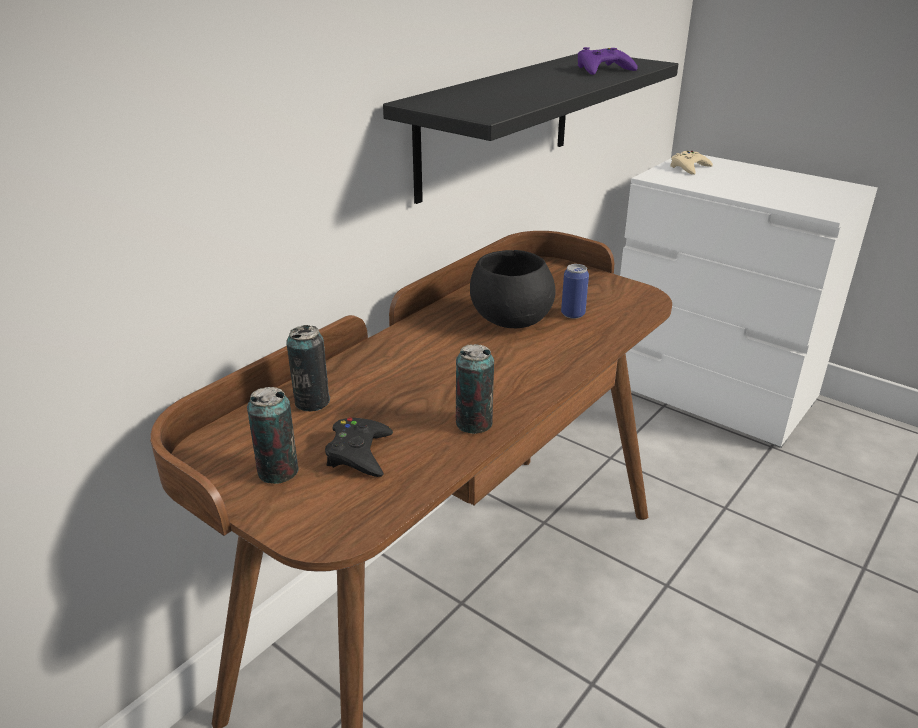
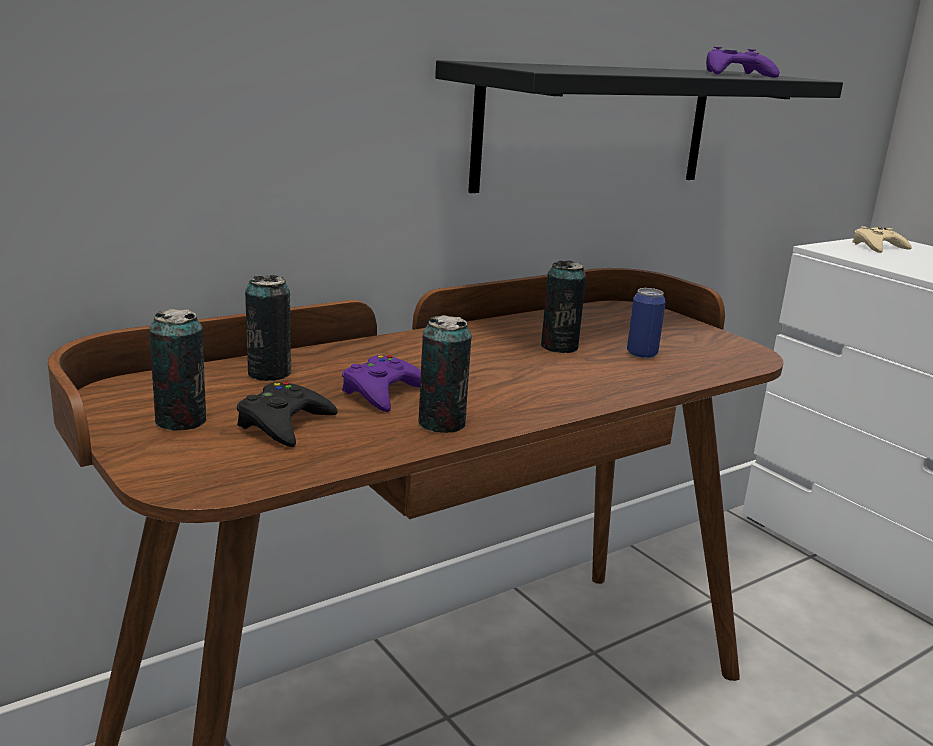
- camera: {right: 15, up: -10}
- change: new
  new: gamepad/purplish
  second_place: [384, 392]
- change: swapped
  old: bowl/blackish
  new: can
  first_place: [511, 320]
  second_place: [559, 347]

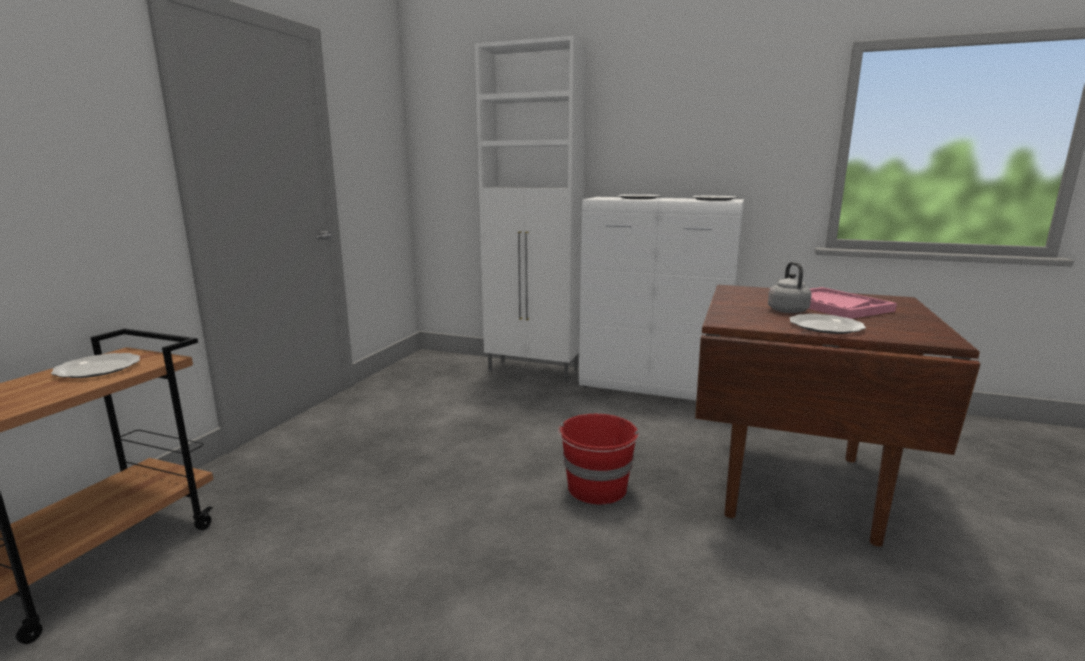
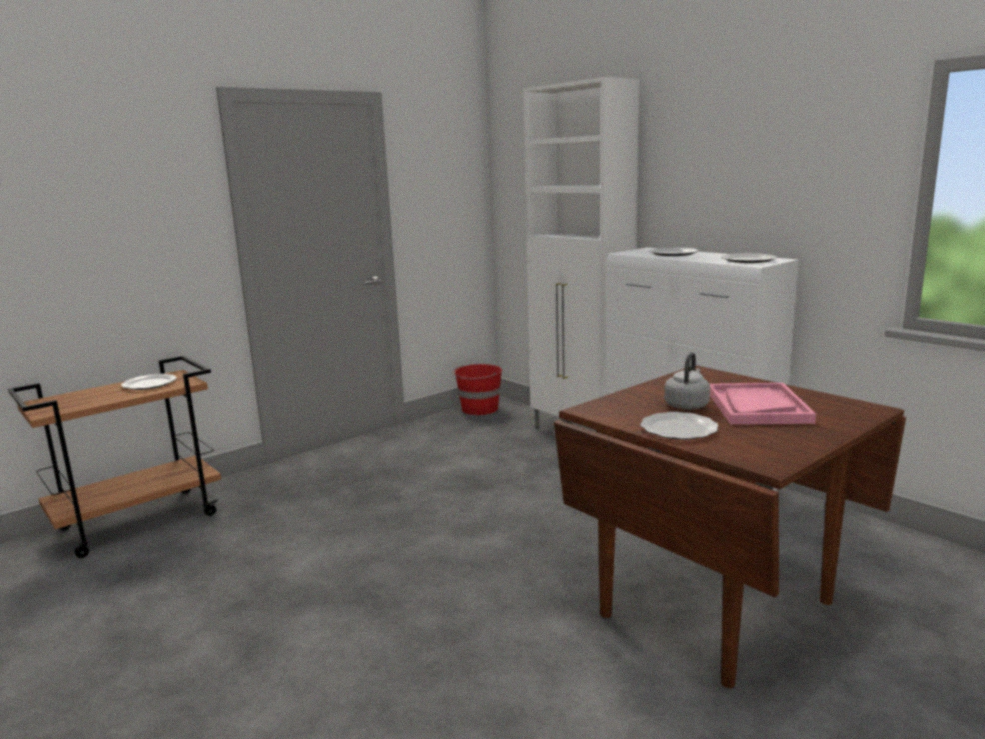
- camera: {right: 30, up: 0}
- change: shifted
  old: bucket/reddish
  first_place: [597, 488]
  second_place: [479, 409]

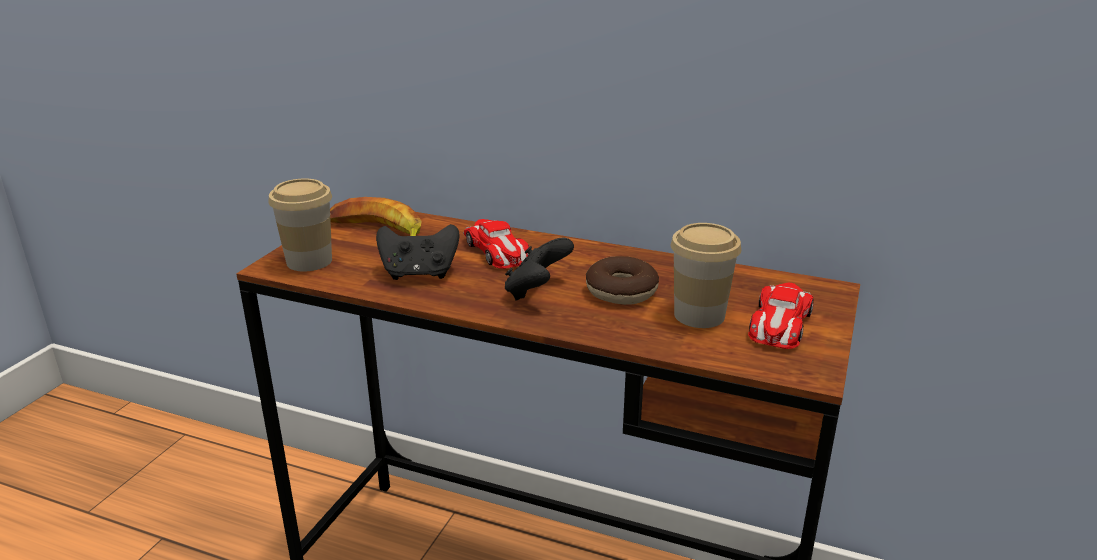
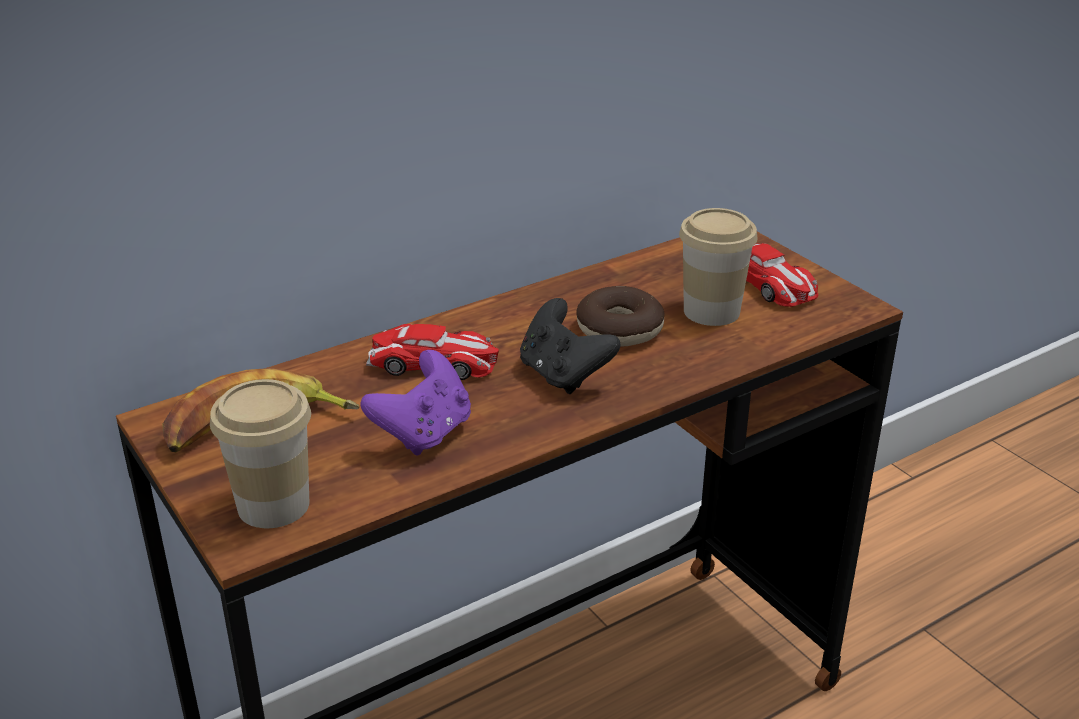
- camera: {right: -55, up: 5}
- change: repainted
  old: gamepad/blackish
  new: gamepad/purplish
  first_place: [419, 274]
  second_place: [424, 433]

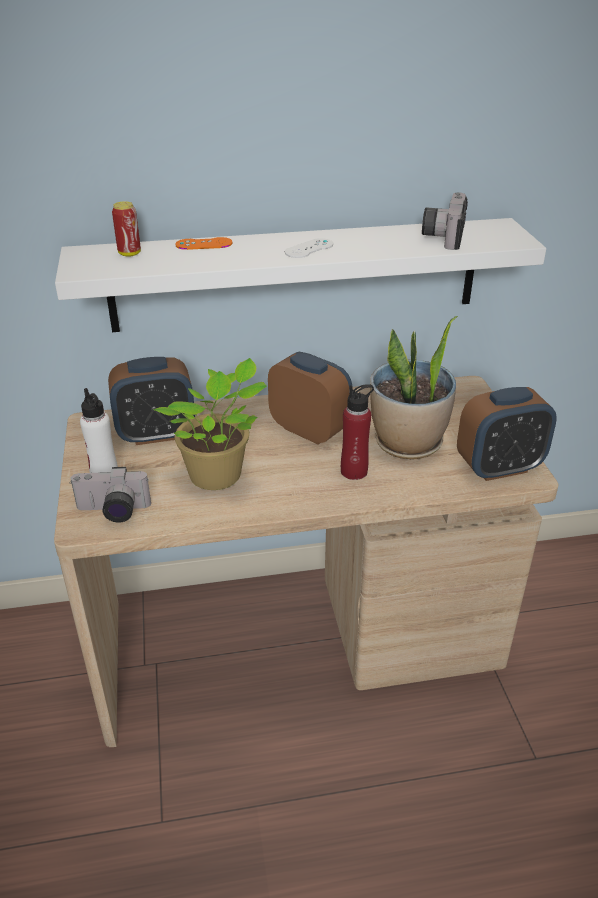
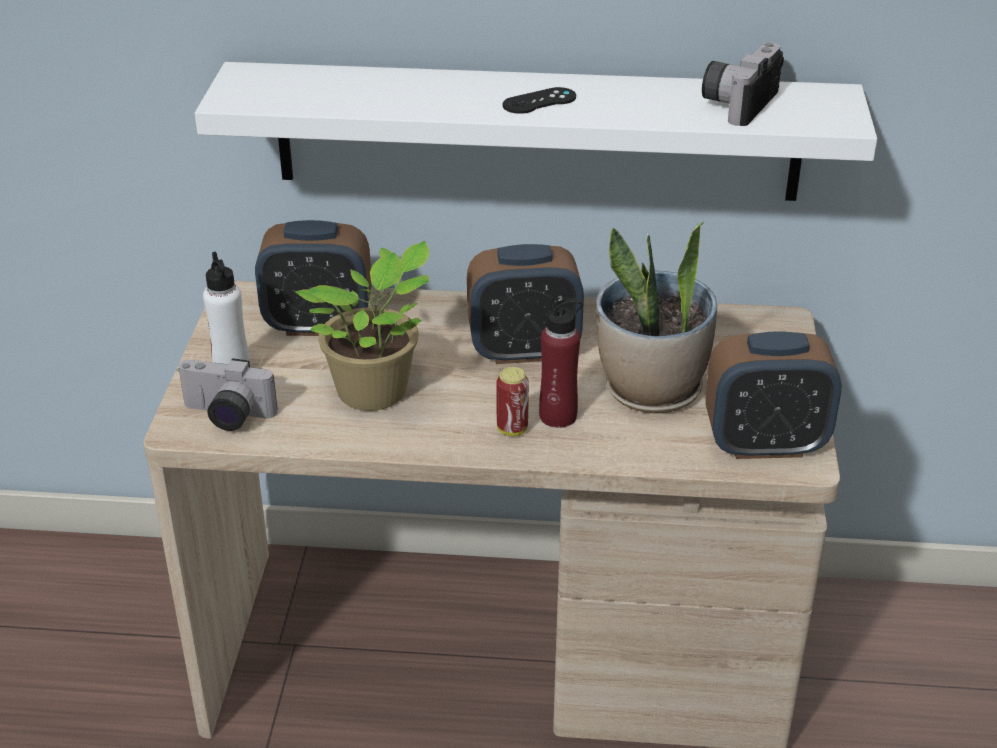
- camera: {right: 15, up: 0}
- change: rotated
  old: bedside clock
  first_place: [309, 430]
  second_place: [524, 350]
  degrees: 120
- change: shifted
  old: can
  first_place: [129, 254]
  second_place: [512, 429]
- change: repainted
  old: gamepad/white-coloured
  new: gamepad/blackish
  first_place: [309, 248]
  second_place: [539, 101]
- change: gone
  old: gamepad/orange
  first_place: [204, 244]

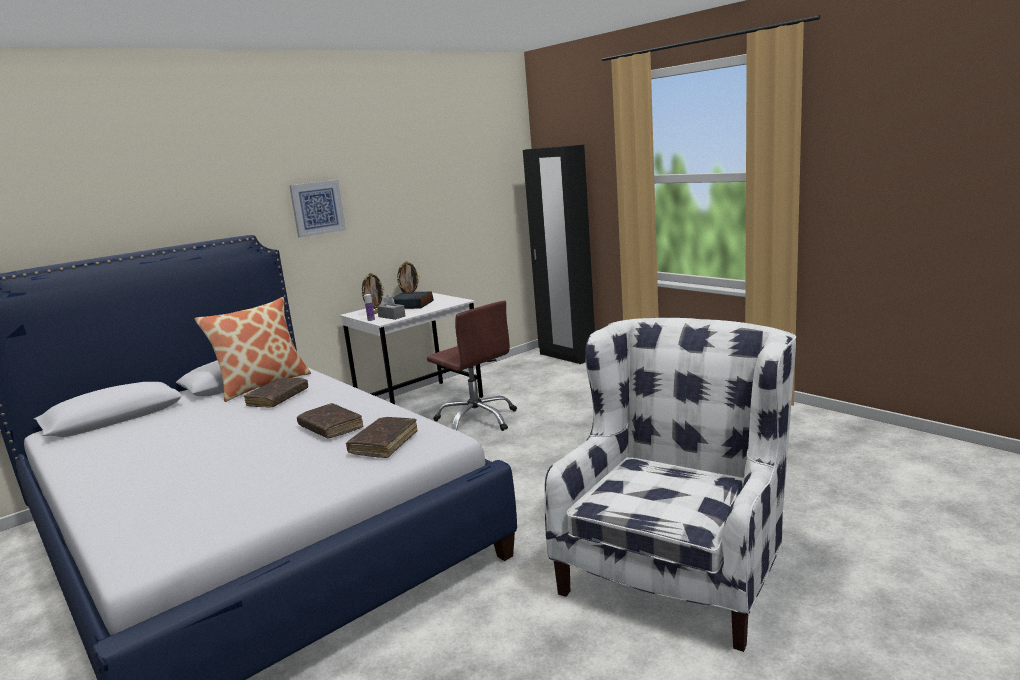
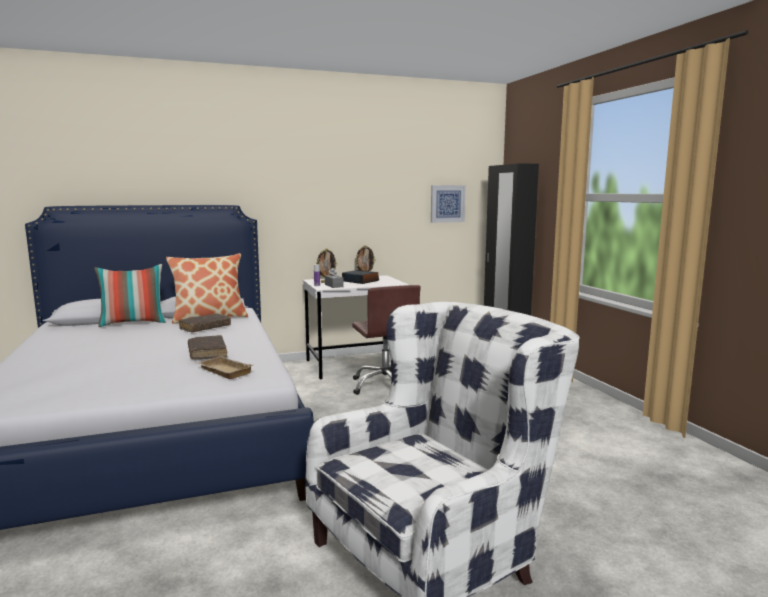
- camera: {right: 20, up: -5}
- change: new
  new: pillow
  second_place: [133, 323]
- change: swapped
  old: bound book/brown
  new: serving tray/beige
  first_place: [384, 444]
  second_place: [223, 371]
- change: shifted
  old: wall picture
  first_place: [317, 208]
  second_place: [447, 203]

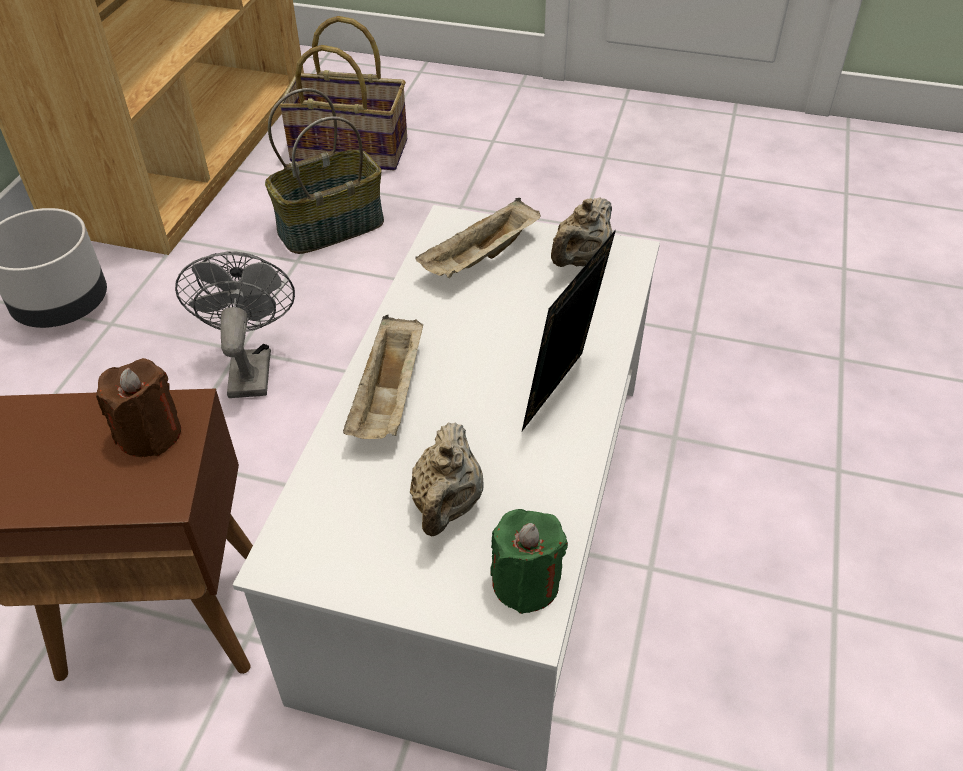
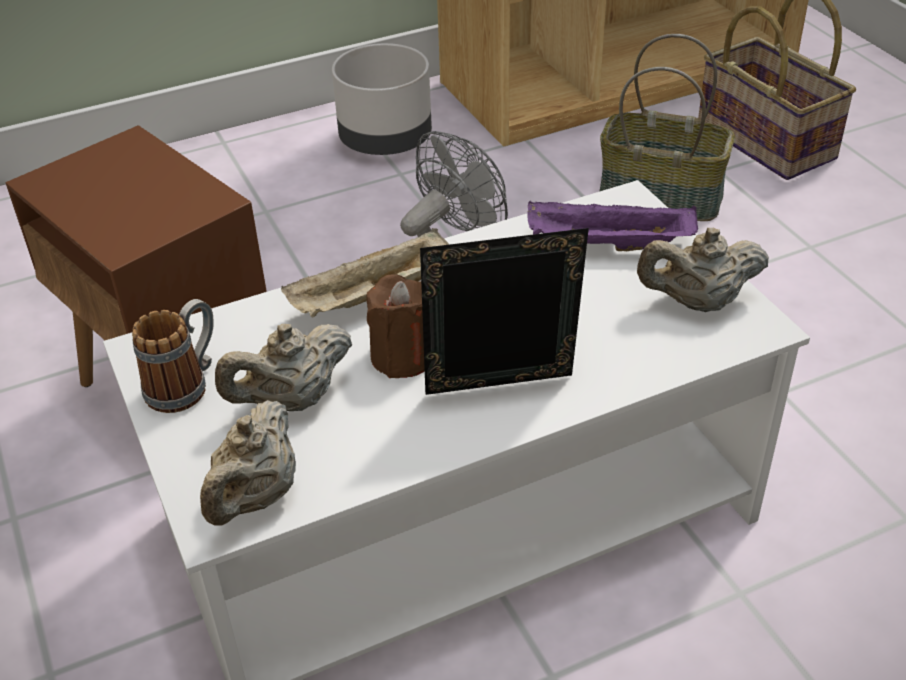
- camera: {right: 50, up: -5}
- change: new
  new: mug
  second_place: [186, 384]
- change: swapped
  old: wax light/green-coloured
  new: teapot/beige
  first_place: [526, 583]
  second_place: [256, 497]
- change: shifted
  old: wax light/brown
  first_place: [150, 434]
  second_place: [403, 356]
- change: repainted
  old: serving tray/beige
  new: serving tray/purplish
  first_place: [480, 259]
  second_place: [607, 245]

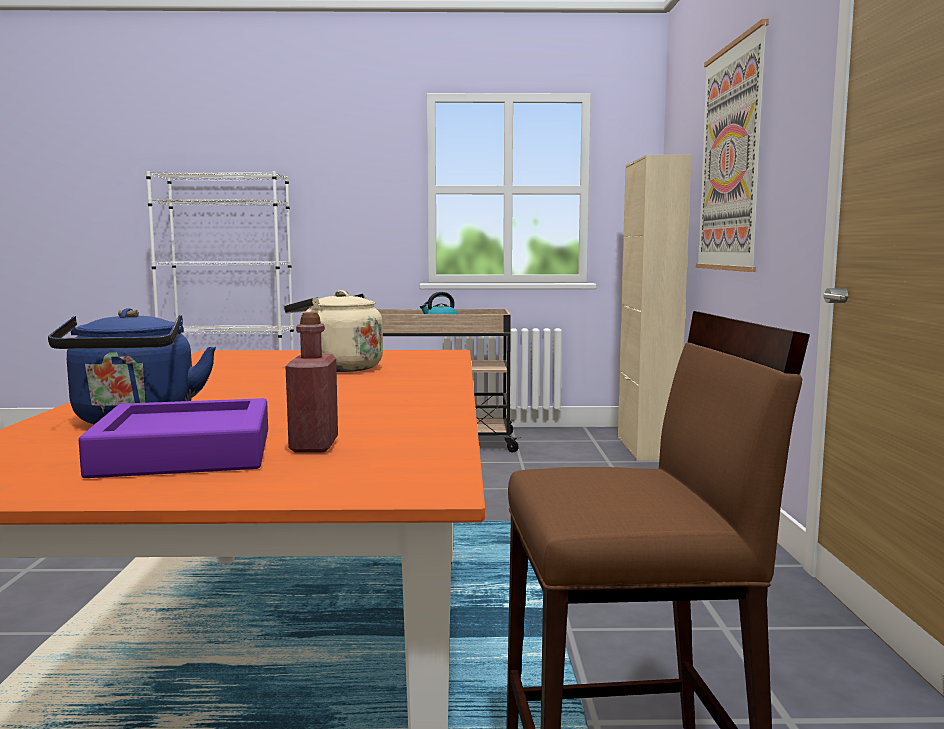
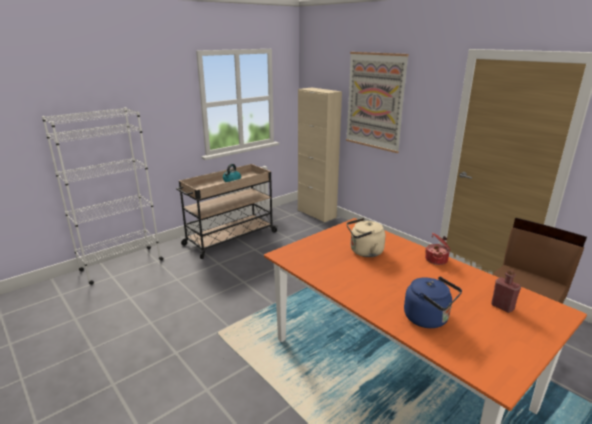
- camera: {right: -40, up: 15}
- change: new
  new: stockpot
  second_place: [437, 260]
- change: gone
  old: serving tray/purplish
  first_place: [185, 453]

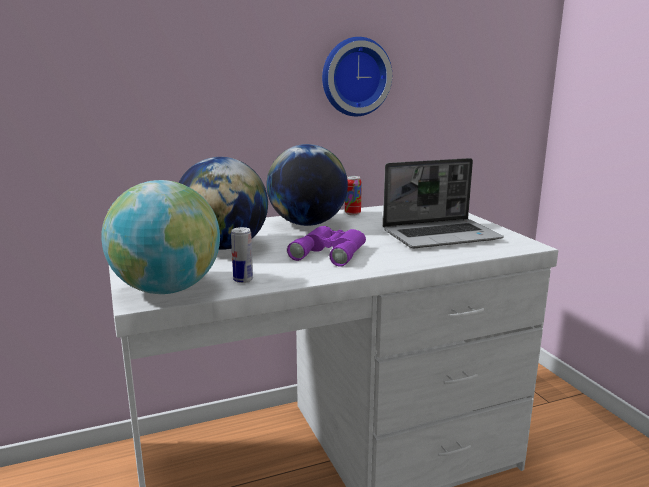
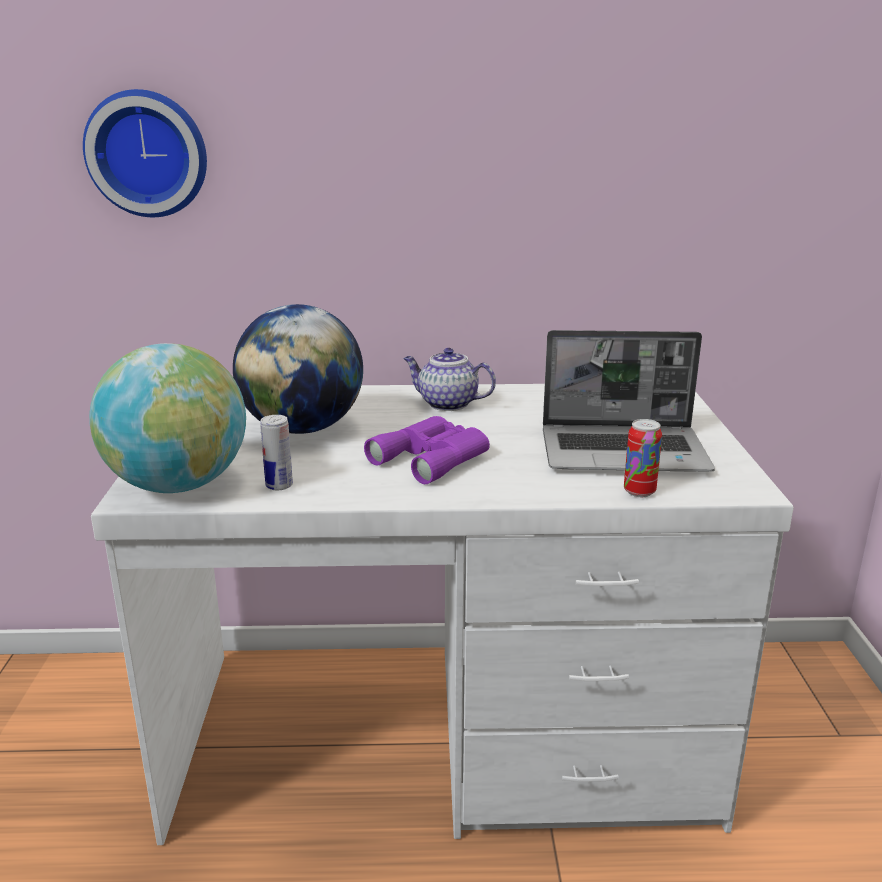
- camera: {right: 20, up: 5}
- change: shifted
  old: clock on the wall
  first_place: [354, 77]
  second_place: [148, 154]
- change: swapped
  old: globe
  new: teapot
  first_place: [307, 224]
  second_place: [447, 404]
- change: shifted
  old: can
  first_place: [352, 213]
  second_place: [639, 492]

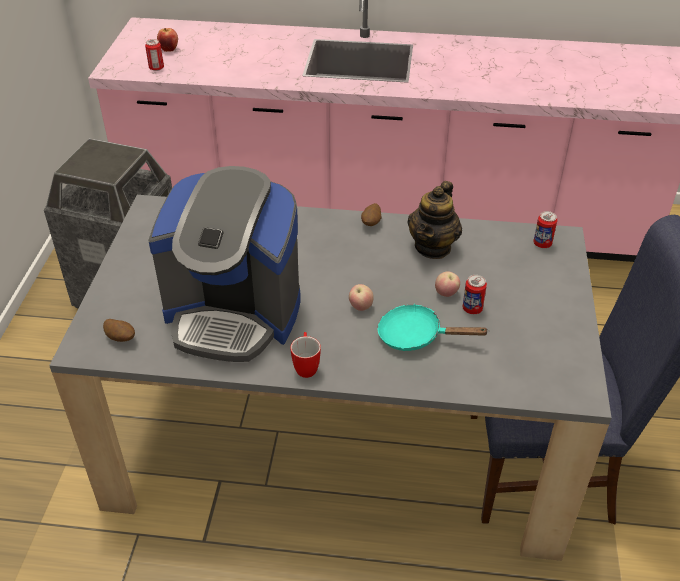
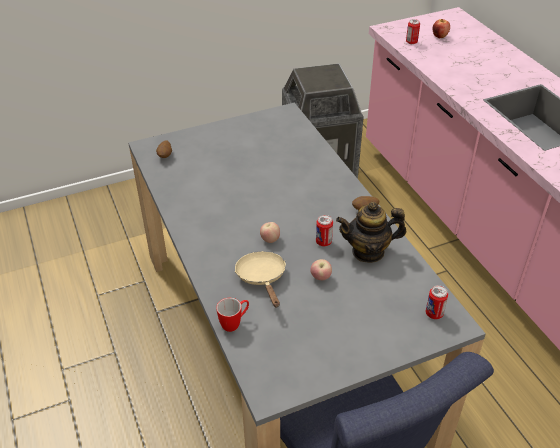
- camera: {right: 60, up: 0}
- change: shifted
  old: mug
  first_place: [306, 366]
  second_place: [234, 323]
- change: repainted
  old: frying pan/turquoise
  new: frying pan/beige
  first_place: [416, 336]
  second_place: [262, 278]
- change: shifted
  old: can
  first_place: [472, 309]
  second_place: [323, 242]
- change: gone
  old: coffee machine
  first_place: [234, 314]

